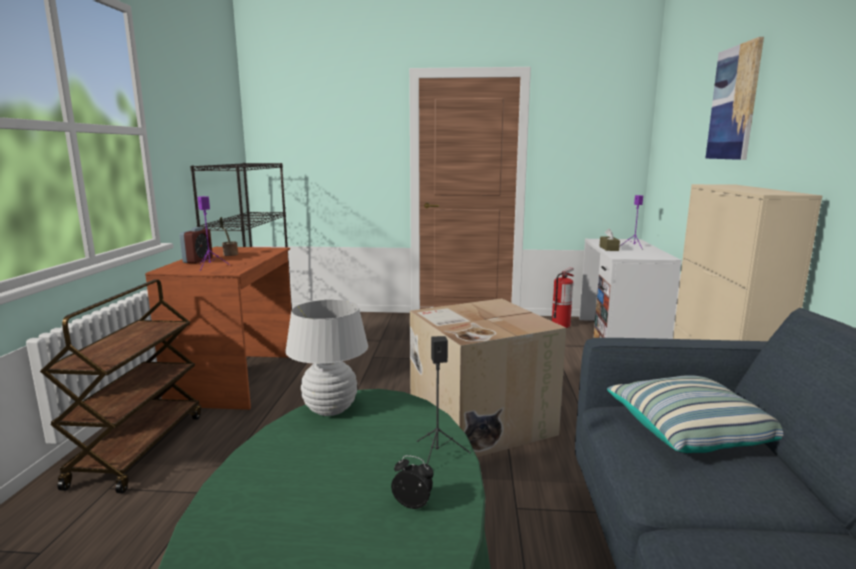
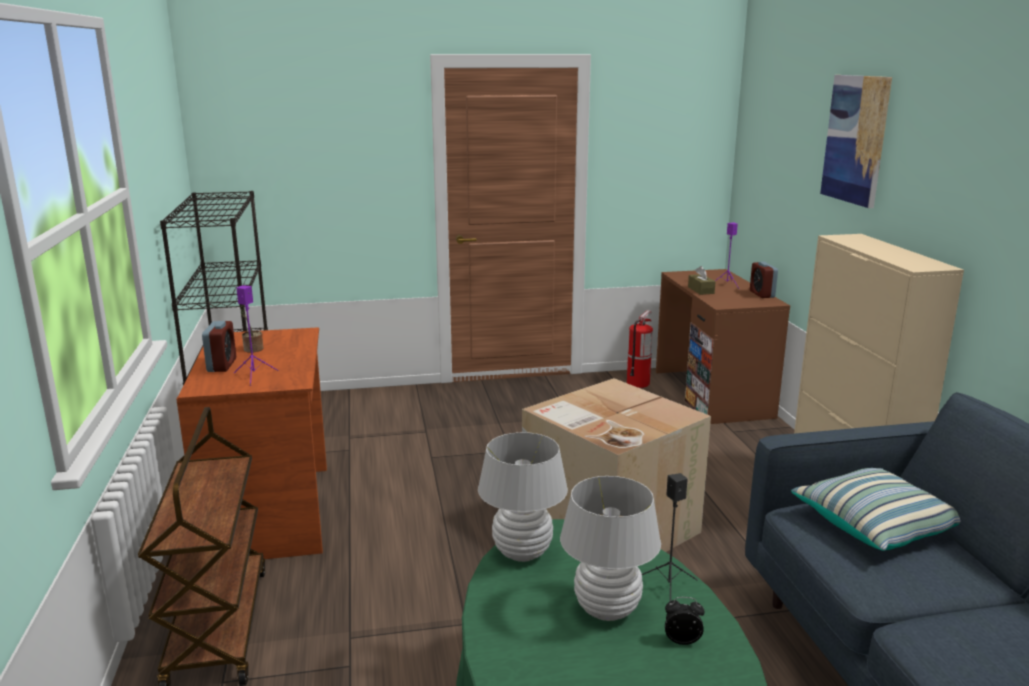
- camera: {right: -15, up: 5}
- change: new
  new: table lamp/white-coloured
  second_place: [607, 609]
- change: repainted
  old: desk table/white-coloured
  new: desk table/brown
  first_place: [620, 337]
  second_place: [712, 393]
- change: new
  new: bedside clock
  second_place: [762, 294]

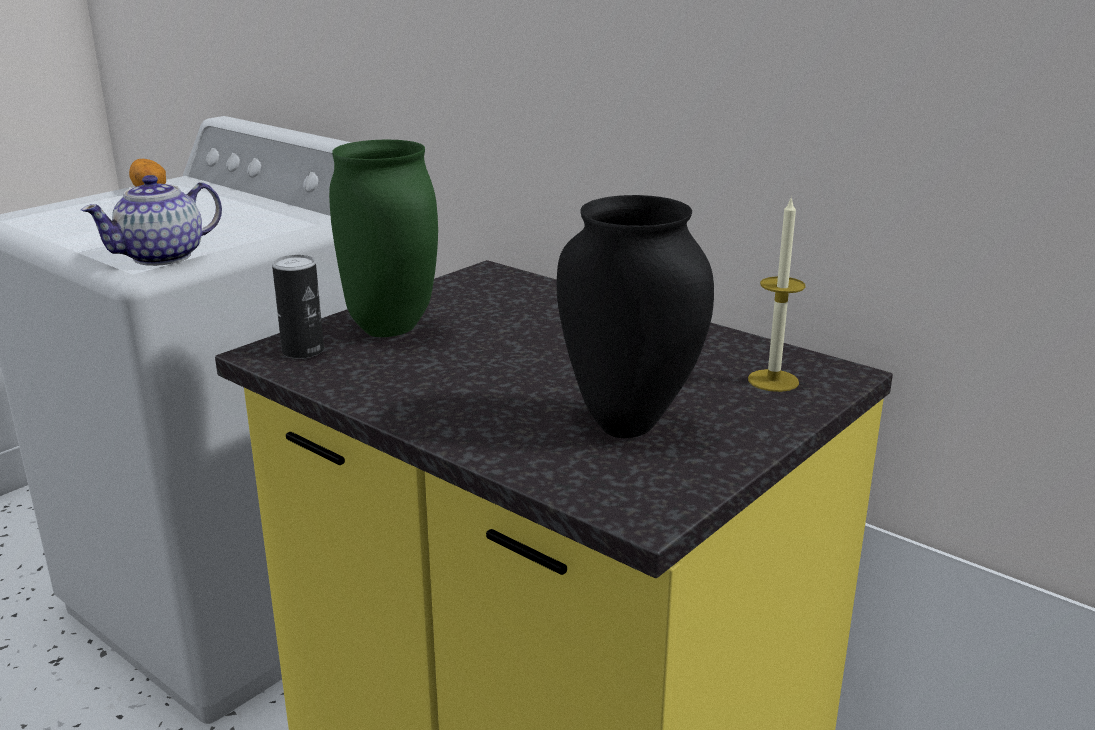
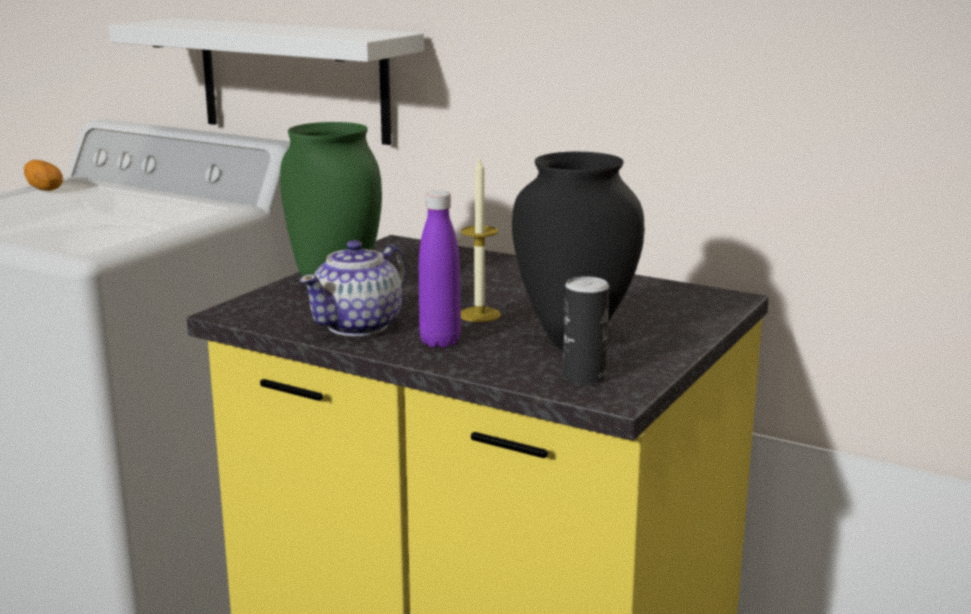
- camera: {right: -10, up: -5}
- change: new
  new: bracket shelf/white-coloured
  second_place: [293, 80]
- change: shifted
  old: teapot
  first_place: [163, 256]
  second_place: [359, 326]
- change: new
  new: beverage bottle/purplish
  second_place: [440, 342]
- change: shifted
  old: wax light
  first_place: [773, 380]
  second_place: [479, 314]
- change: shifted
  old: can
  first_place: [303, 351]
  second_place: [584, 377]

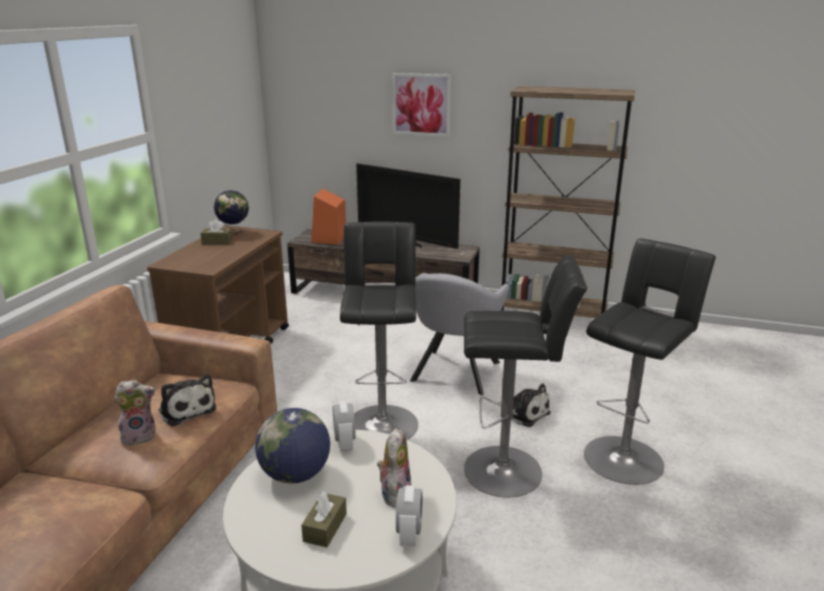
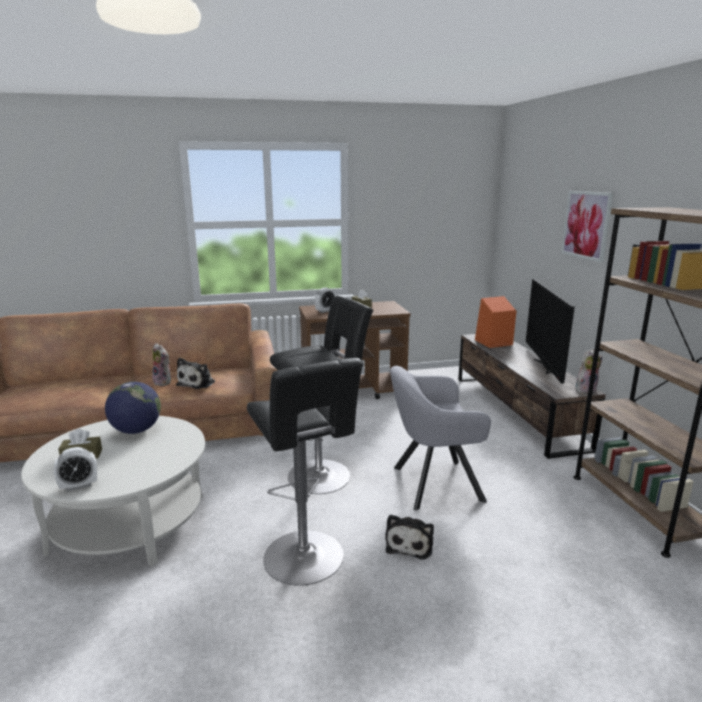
- camera: {right: 60, up: -5}
- change: shifted
  old: bedside clock
  first_place: [344, 443]
  second_place: [325, 311]
- change: shifted
  old: plush toy
  first_place: [394, 493]
  second_place: [585, 390]
- change: gone
  old: globe
  first_place: [234, 232]
- change: gone
  old: sitting stool/blackish
  first_place: [625, 456]

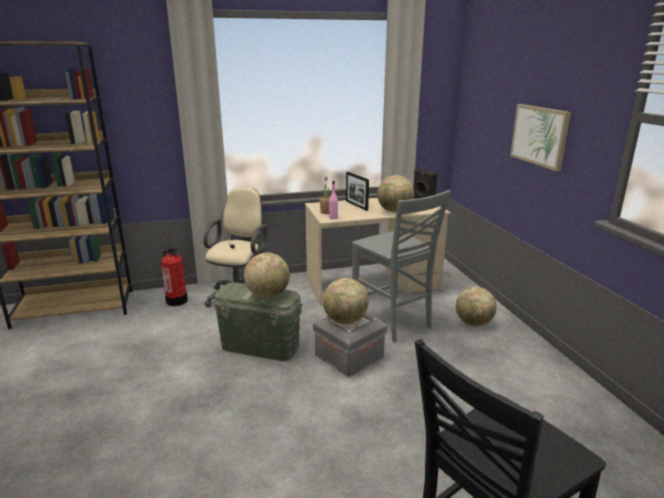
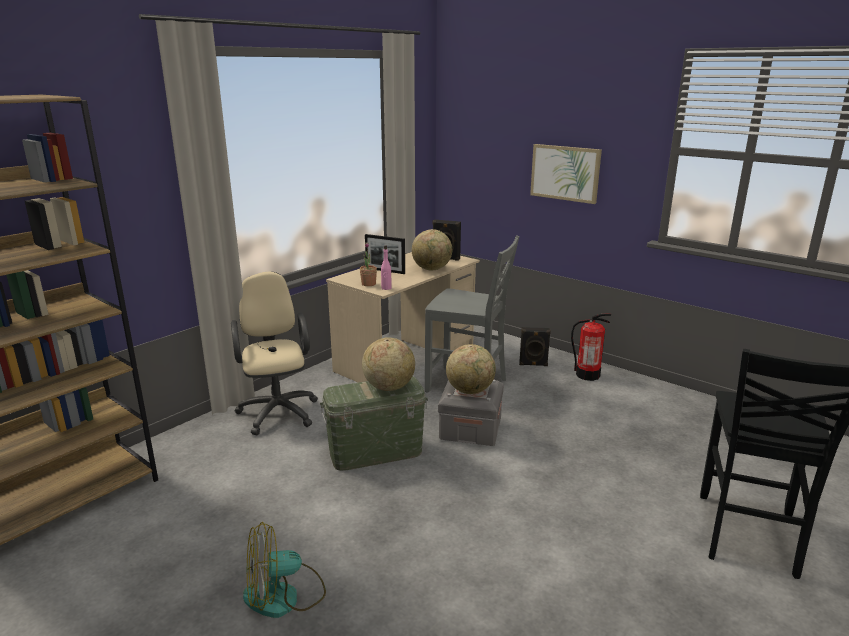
- camera: {right: -35, up: 0}
- change: new
  new: fan
  second_place: [284, 596]
- change: swapped
  old: globe
  new: speaker/blackish
  first_place: [474, 323]
  second_place: [533, 364]
- change: shifted
  old: fire-fighting cylinder
  first_place: [177, 301]
  second_place: [587, 375]

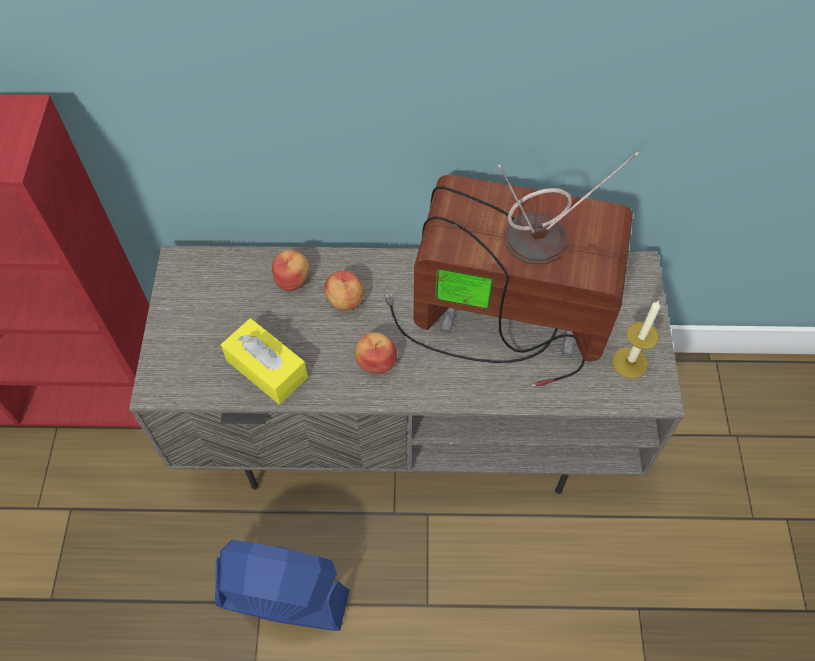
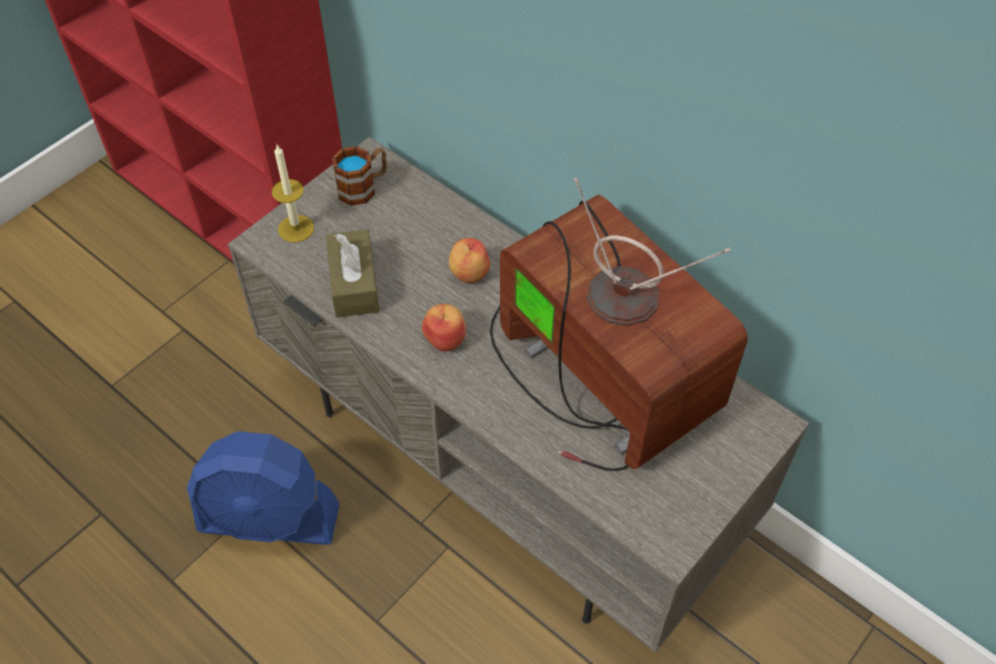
- camera: {right: 40, up: -5}
- change: rotated
  old: fan/blue
  first_place: [283, 598]
  second_place: [269, 519]
  degrees: 135
- change: shifted
  old: wax light
  first_place: [629, 362]
  second_place: [296, 228]
- change: repainted
  old: tissue box/yellow-coloured
  new: tissue box/brown
  first_place: [267, 369]
  second_place: [354, 284]
- change: new
  new: mug
  second_place: [363, 187]
- change: gone
  old: apple
  first_place: [292, 280]

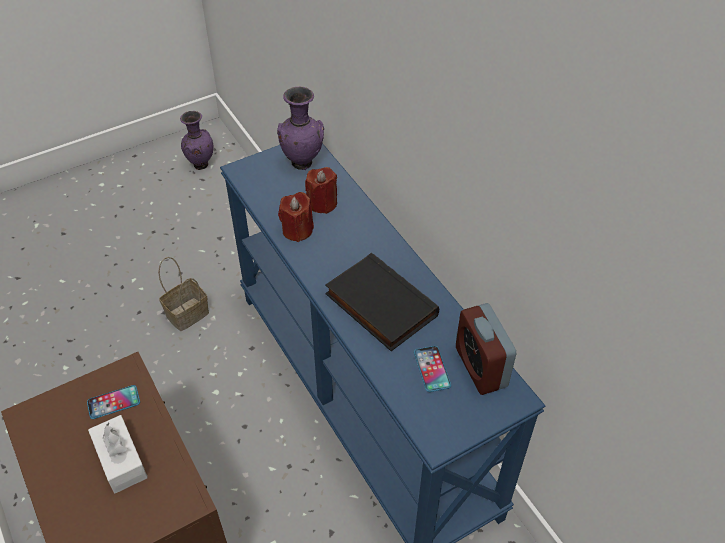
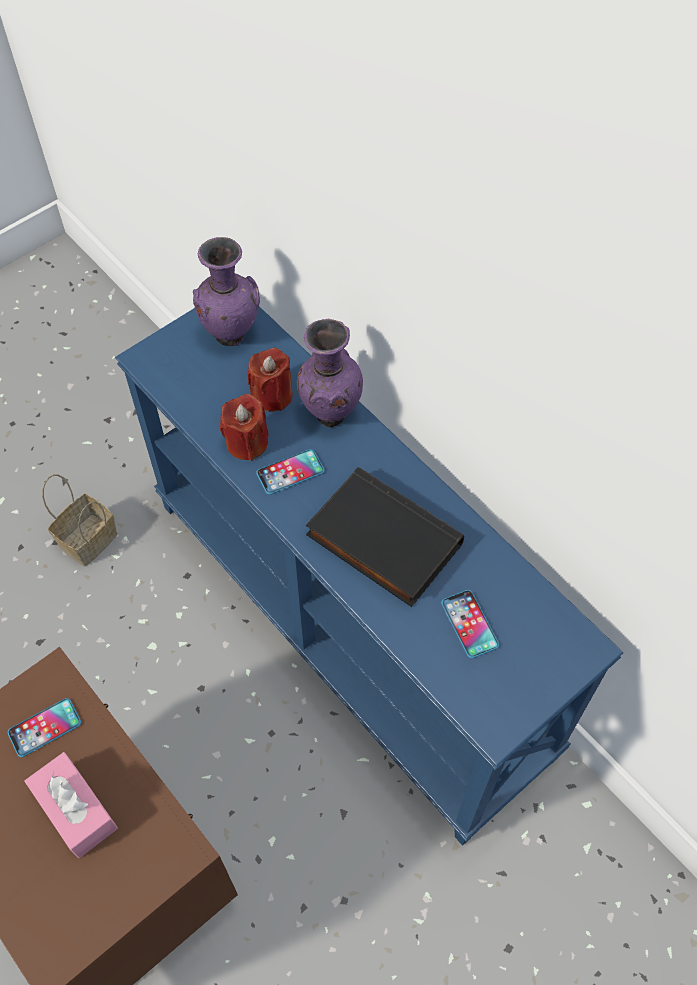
- camera: {right: -10, up: 10}
- change: repainted
  old: tissue box/white-coloured
  new: tissue box/pink-coloured
  first_place: [121, 460]
  second_place: [75, 809]
- change: new
  new: telephone
  second_place: [290, 472]
- change: shifted
  old: vase/purplish
  first_place: [200, 164]
  second_place: [329, 413]
- change: gone
  old: bedside clock
  first_place: [481, 367]

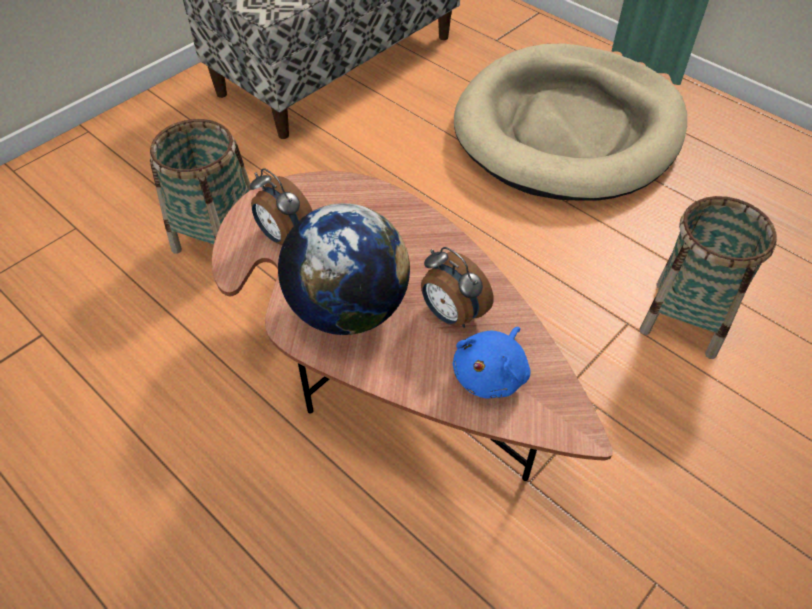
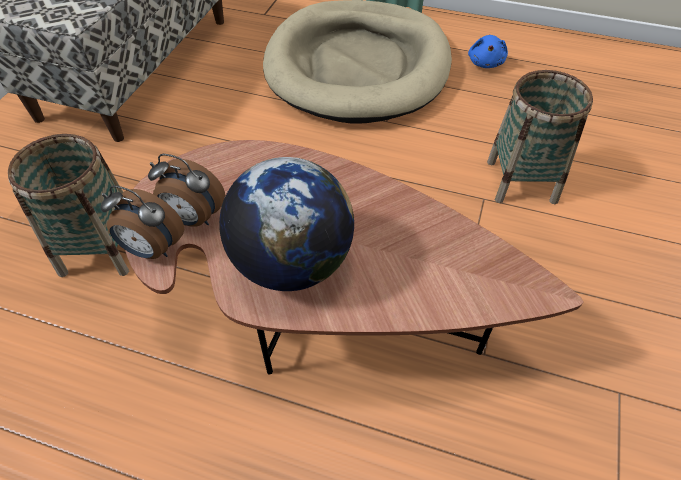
- camera: {right: -25, up: 0}
- change: shifted
  old: bedside clock
  first_place: [451, 315]
  second_place: [152, 249]
- change: shifted
  old: plush toy/blue
  first_place: [491, 374]
  second_place: [485, 63]

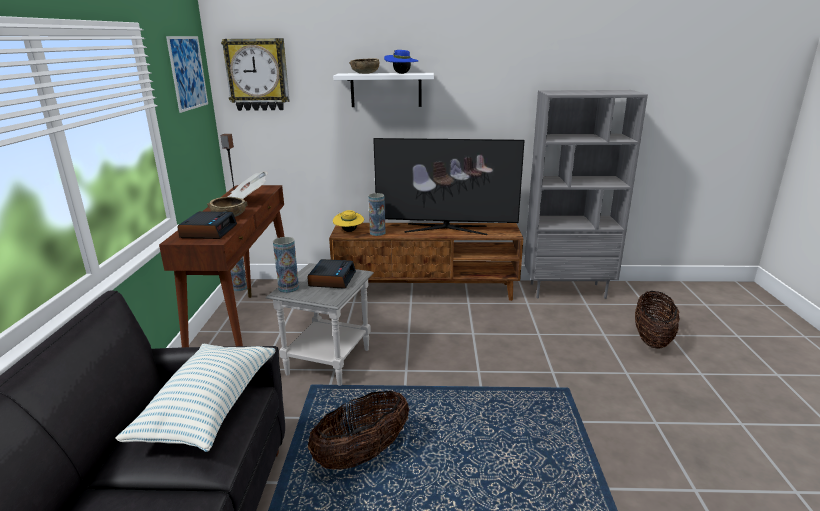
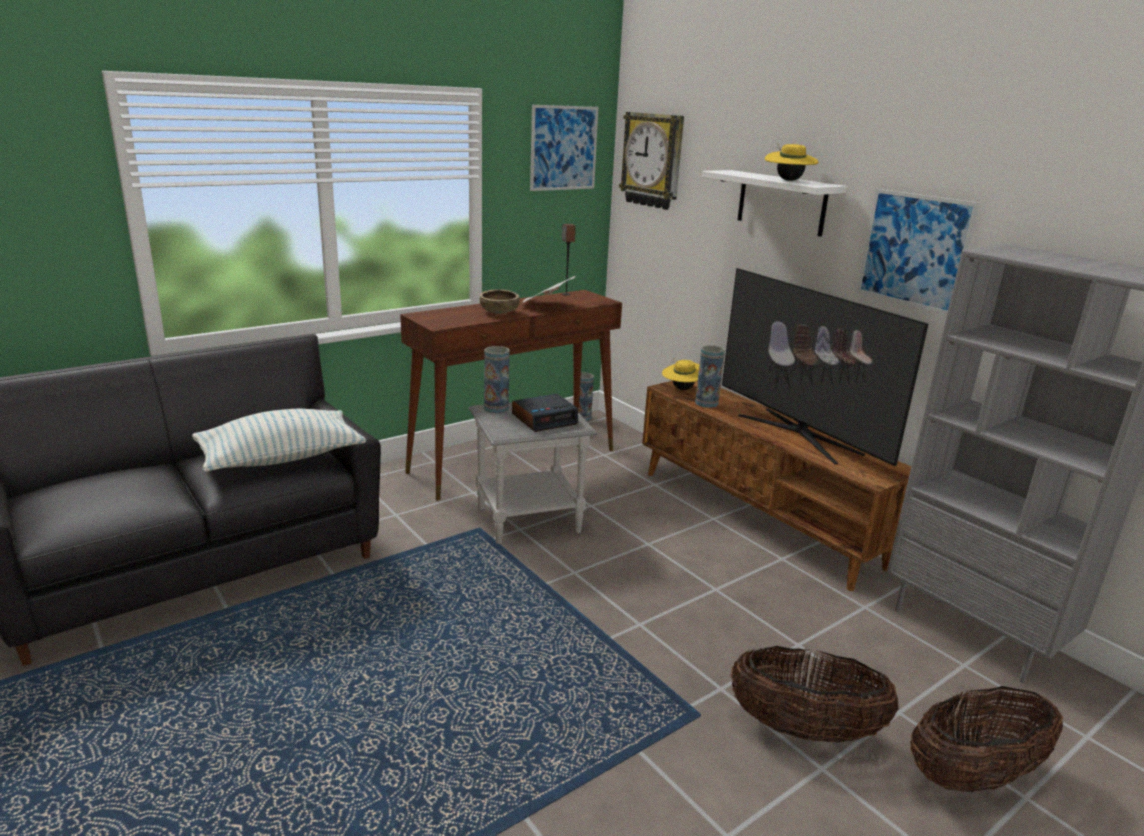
- camera: {right: 50, up: 0}
- change: shifted
  old: household basket
  first_place: [362, 454]
  second_place: [804, 729]
- change: repainted
  old: clothing hat/blue
  new: clothing hat/yellow-coloured
  first_place: [401, 73]
  second_place: [788, 180]
- change: new
  new: wall picture
  second_place: [914, 250]
- change: gone
  old: bedside clock
  first_place: [208, 231]
- change: gone
  old: bowl/brown
  first_place: [365, 73]

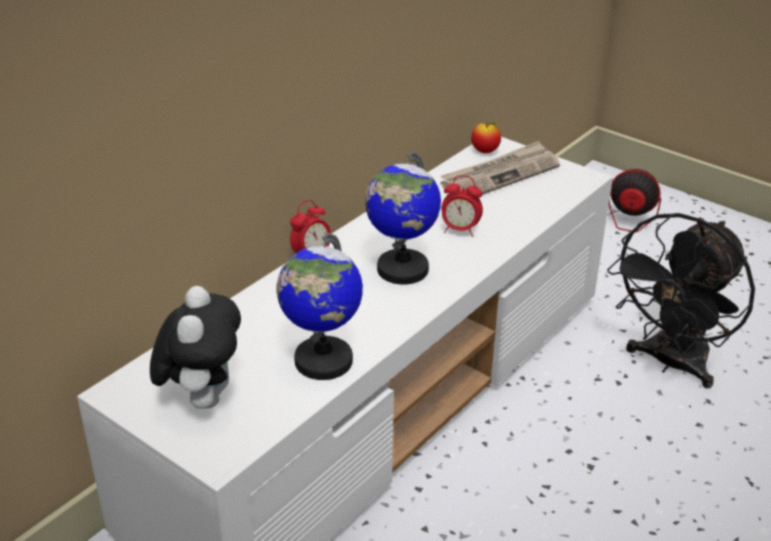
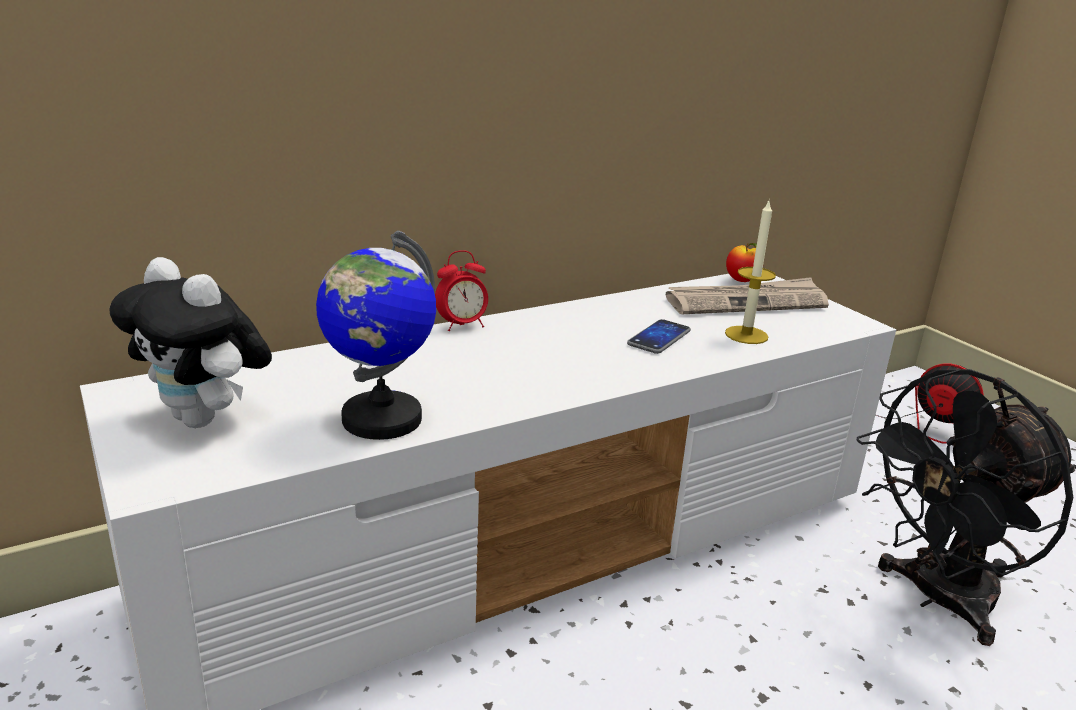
- camera: {right: 20, up: -10}
- change: rotated
  old: plush toy
  first_place: [202, 398]
  second_place: [205, 419]
  degrees: 105
- change: swapped
  old: bedside clock
  new: telephone
  first_place: [460, 230]
  second_place: [659, 338]
- change: new
  new: wax light
  second_place: [746, 335]
- change: gone
  old: globe
  first_place: [401, 269]

